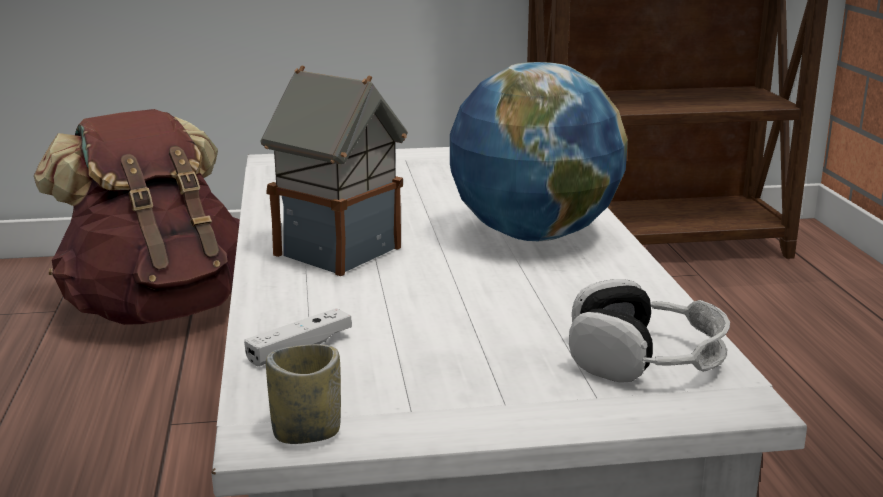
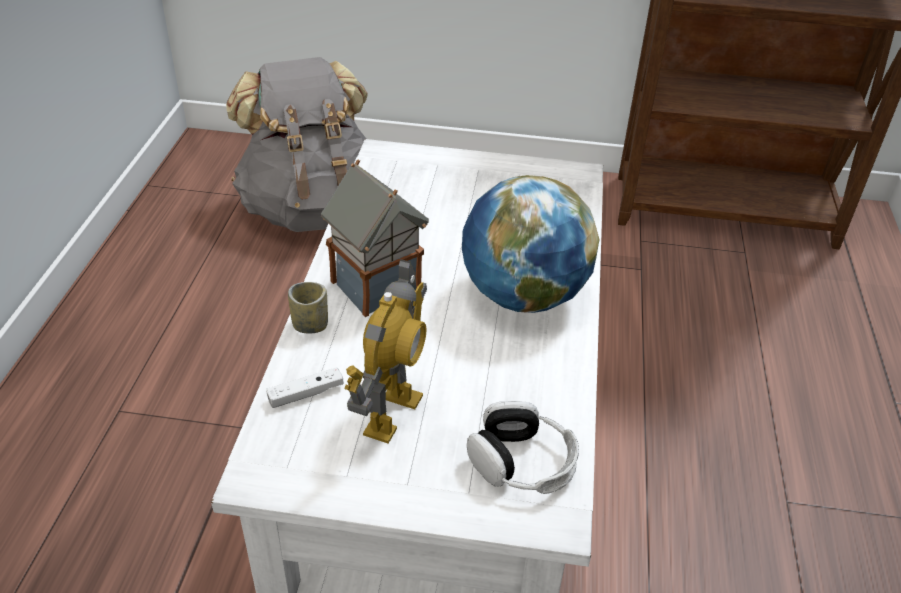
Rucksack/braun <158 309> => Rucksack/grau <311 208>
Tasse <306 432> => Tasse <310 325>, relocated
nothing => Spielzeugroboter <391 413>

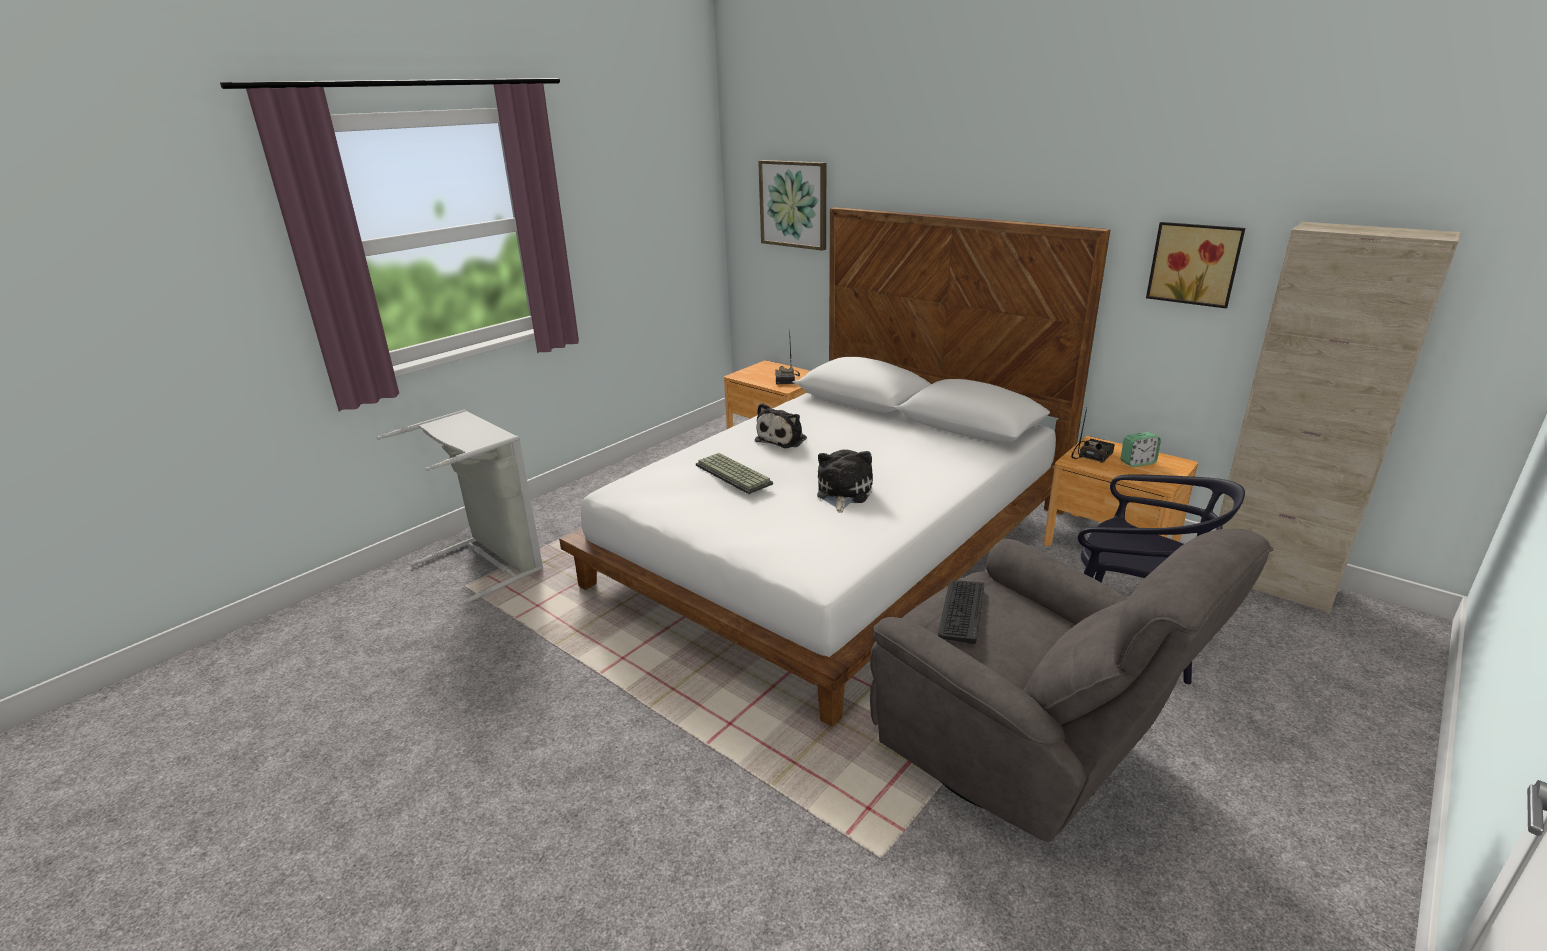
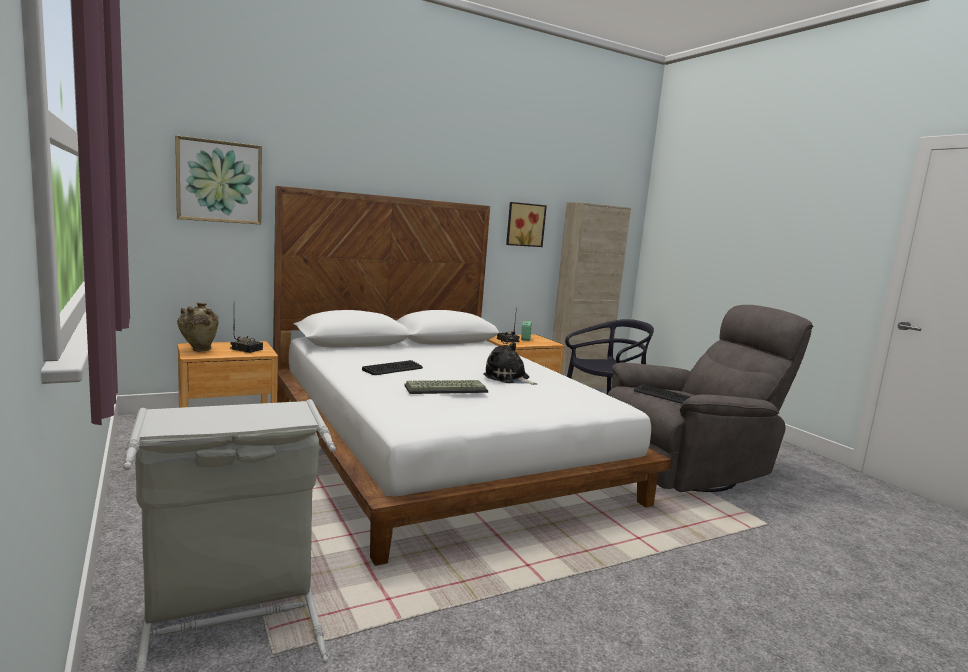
Plüschtier <783 439> => Tastatur <393 369>
nothing => Vase/beige <198 350>

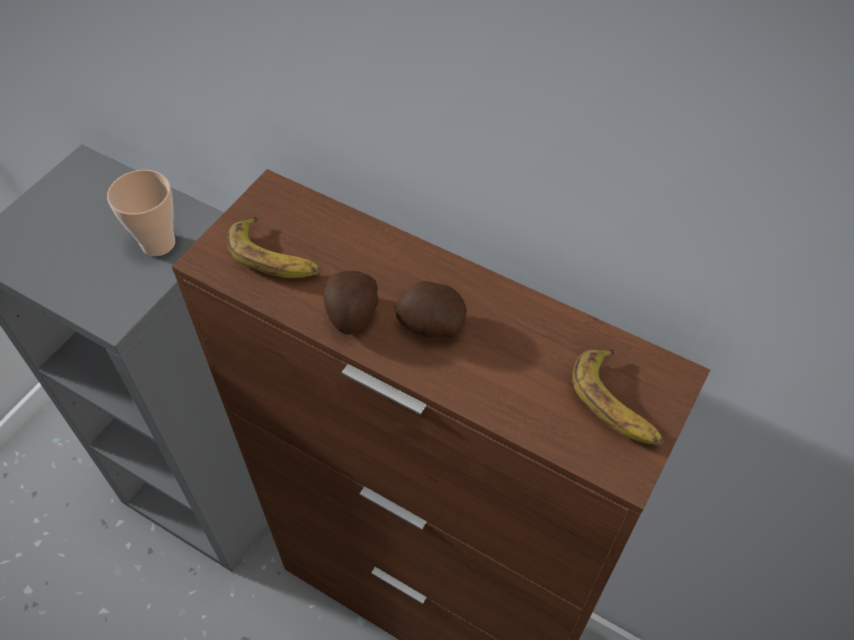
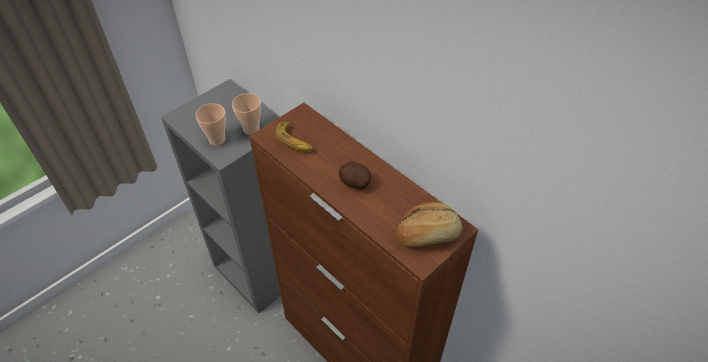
Kartoffel <351 315> => nothing
Banane <616 405> => Brot <427 234>
nothing => Tasse <217 140>

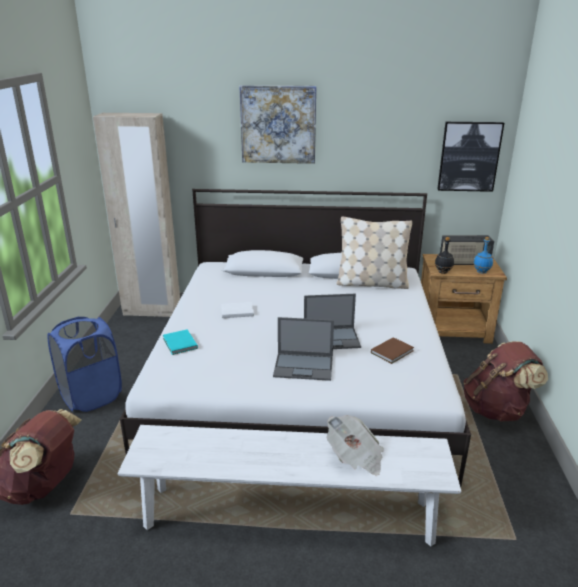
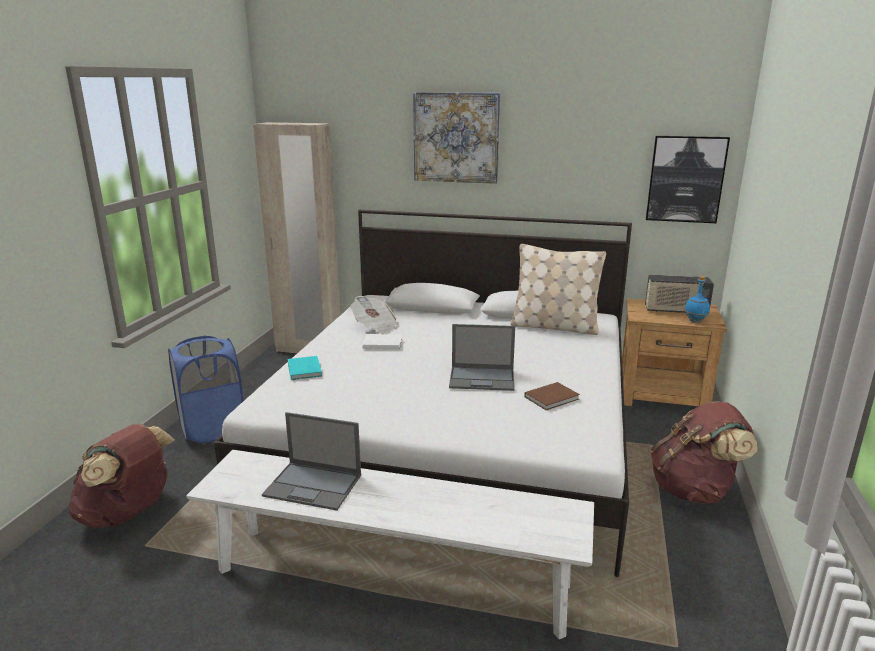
Laptop <304 366> => Laptop <314 485>, relocated
Zeitung <355 457> => Zeitung <375 327>, relocated
Flasche/schwarz <443 272> => nothing

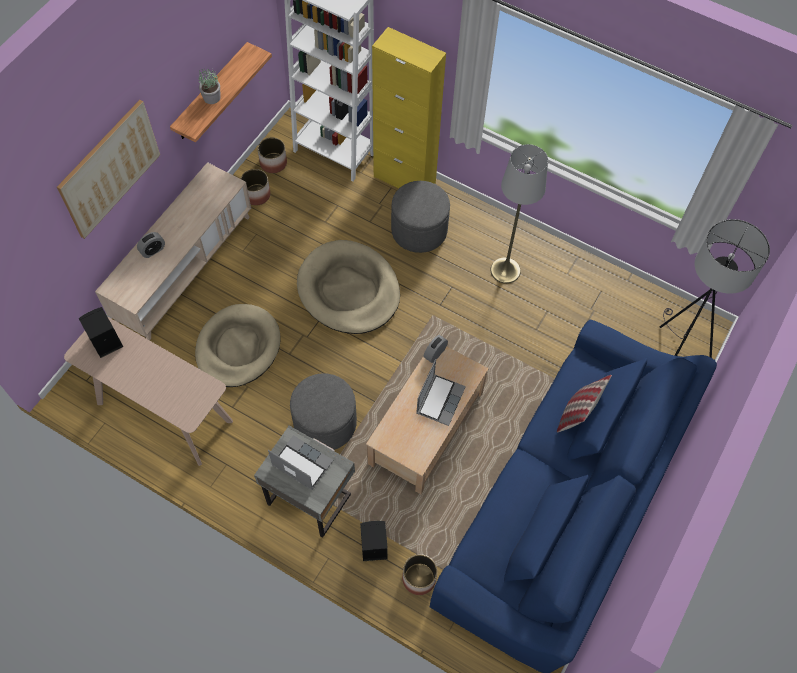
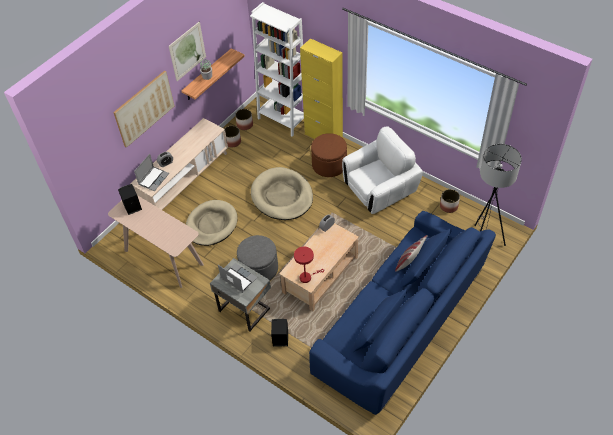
Polsterhocker/grau <419 230> => Polsterhocker/braun <329 165>
Pflanzkübel <419 578> => Pflanzkübel <449 206>, relocated
Laptop <440 399> => Laptop <153 179>, relocated
Stehlampe/grau <505 270> => Sessel/weiß <380 189>
nothing => Bild <187 51>
nothing => Tischlampe/rot <307 277>

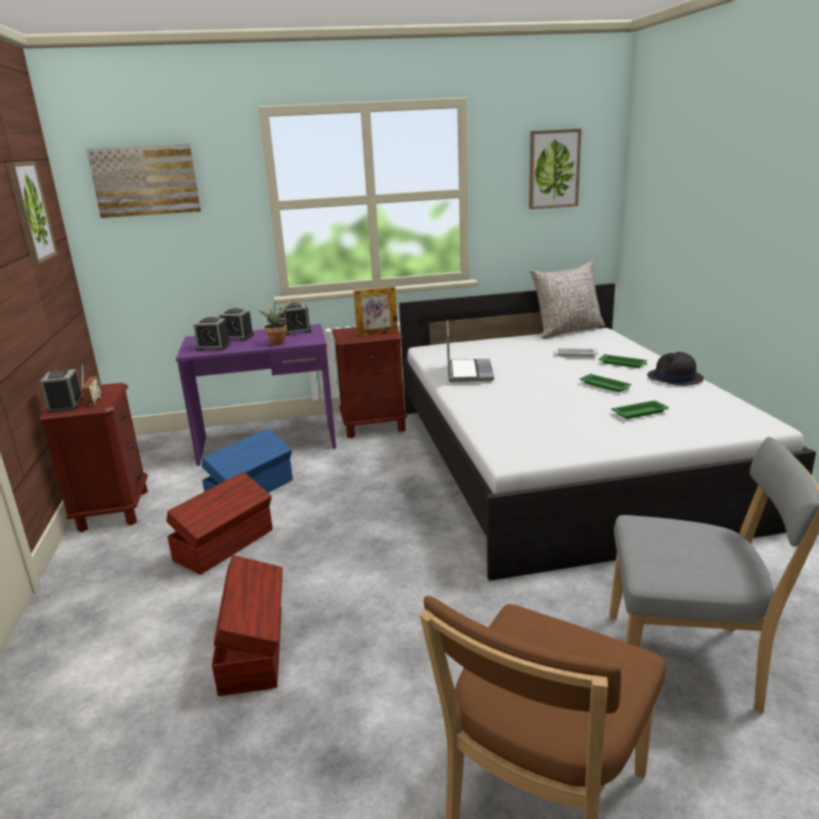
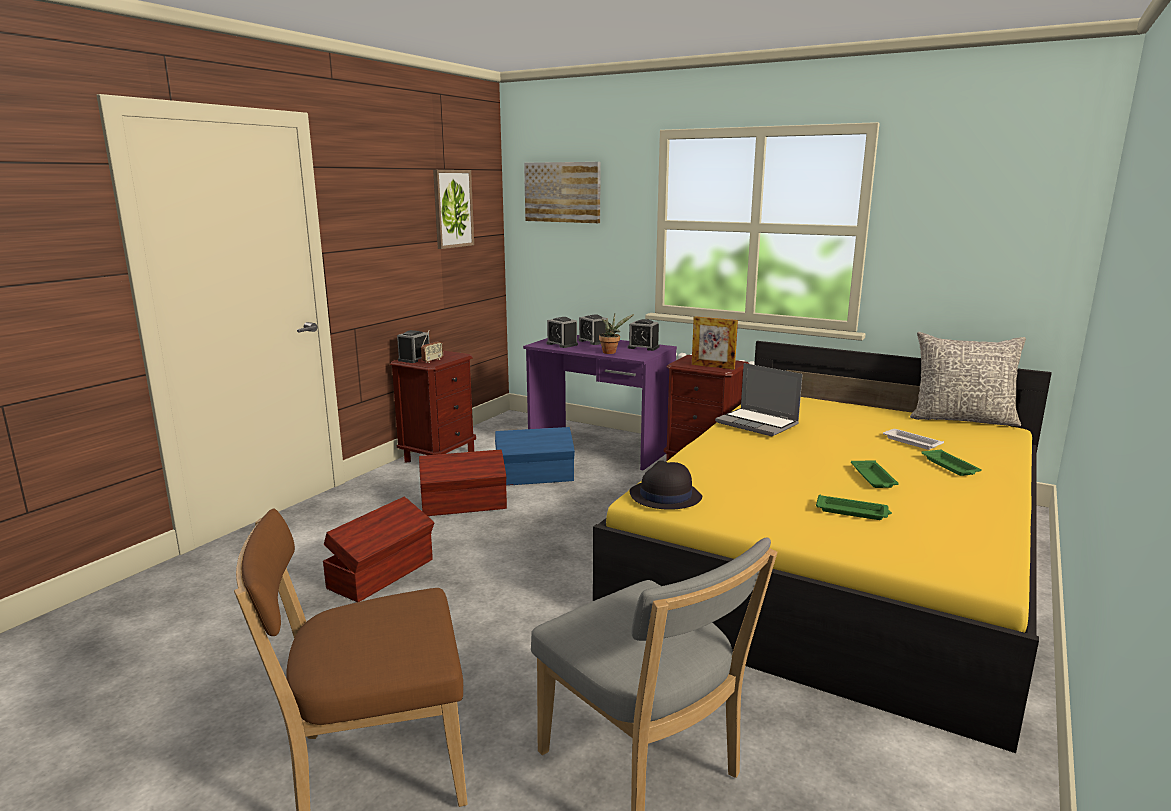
Bett/weiß <562 460> => Bett/gelb <836 559>
Laptop <468 372> => Laptop <758 424>, 90 degrees clockwise
Bild <553 169> => nothing
Hut/schwarz <674 378> => Hut/schwarz <665 496>, relocated

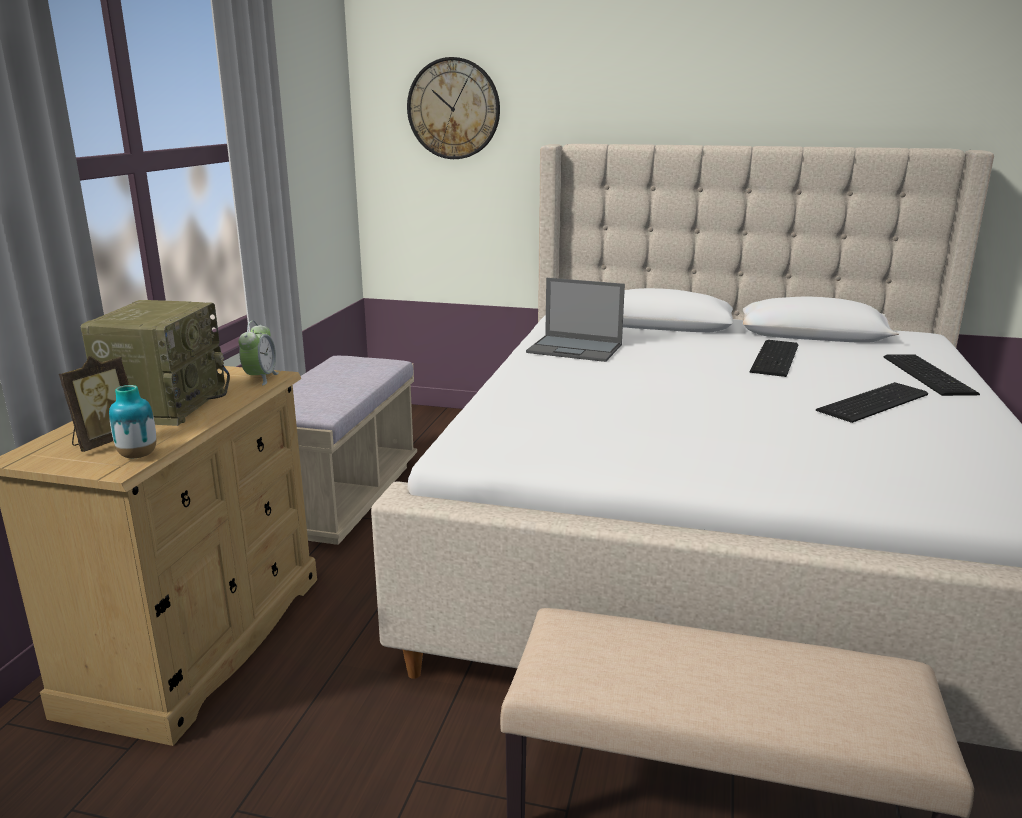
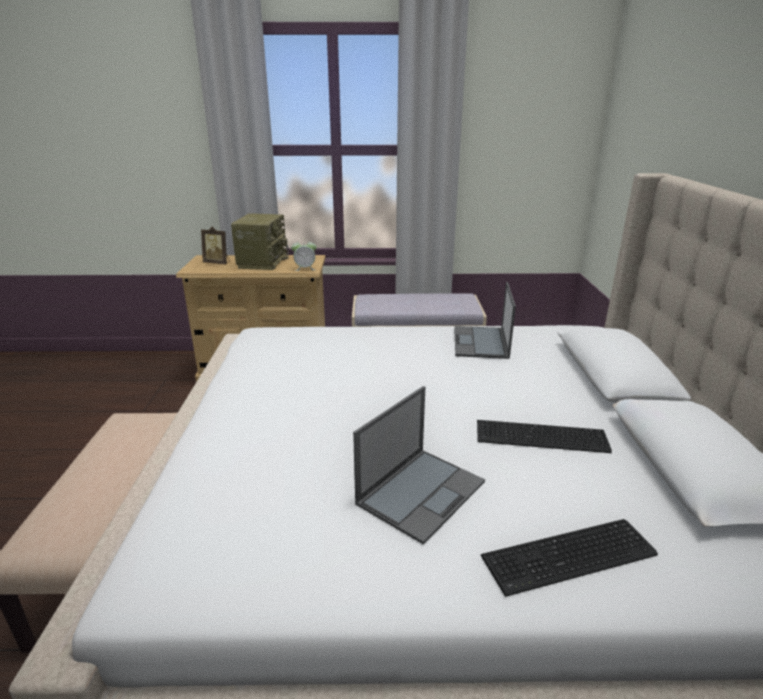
Radio <165 405> => Radio <262 262>, 75 degrees counterclockwise
Vase <138 455> => nothing
Wanduhr <453 109> => nothing
Tastatur <870 402> => Laptop <421 492>

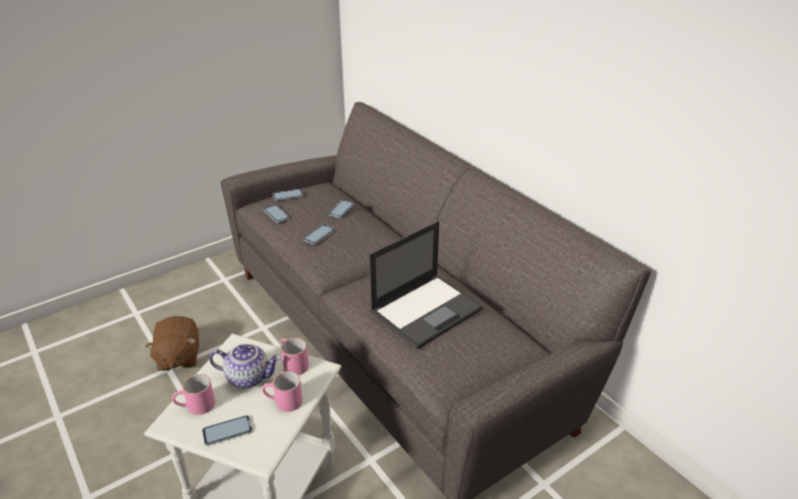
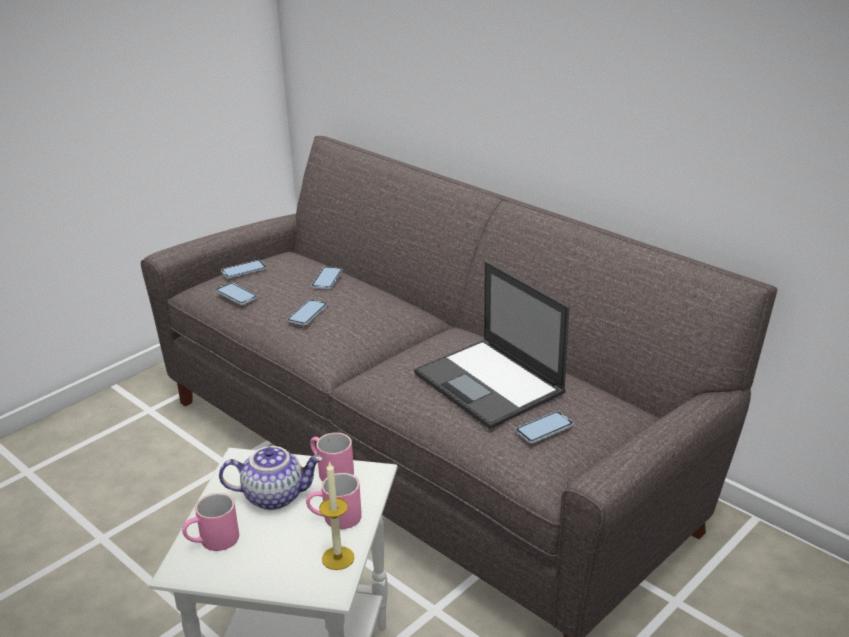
Plüschtier/braun <178 357> => nothing
Handy <227 431> => Handy <544 428>, relocated
Laptop <427 309> => Laptop <490 384>, 105 degrees clockwise
nothing => Kerze <338 558>

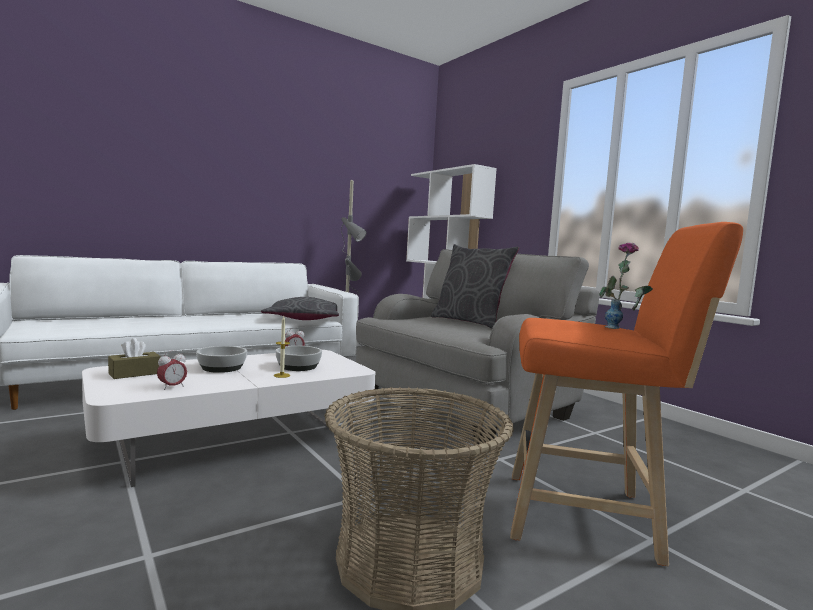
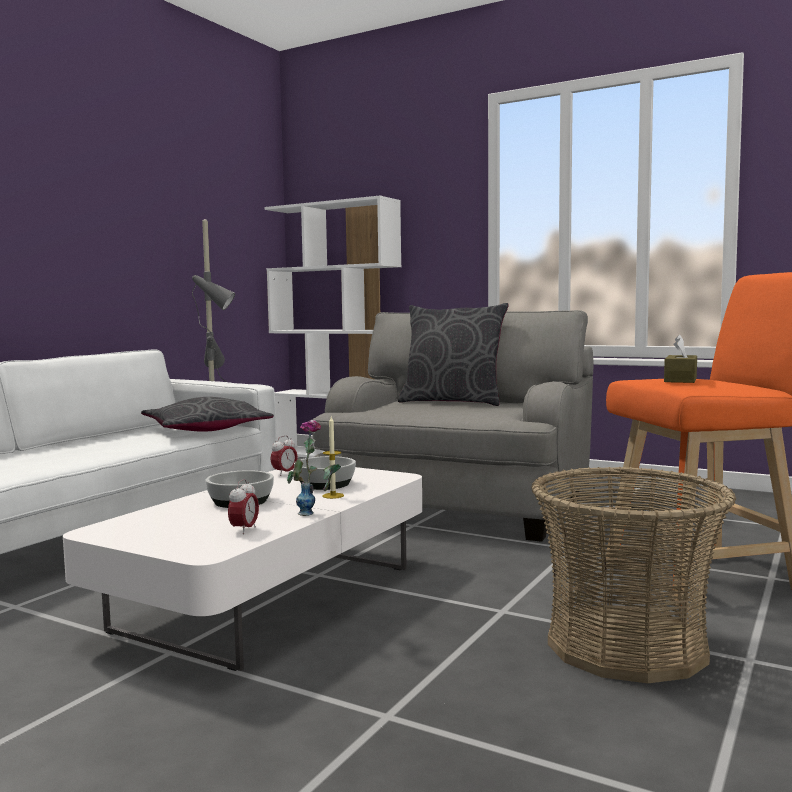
Taschentuchbox/braun <134 373> => Taschentuchbox/braun <680 380>, relocated
Vase <622 329> => Vase <316 514>, relocated

